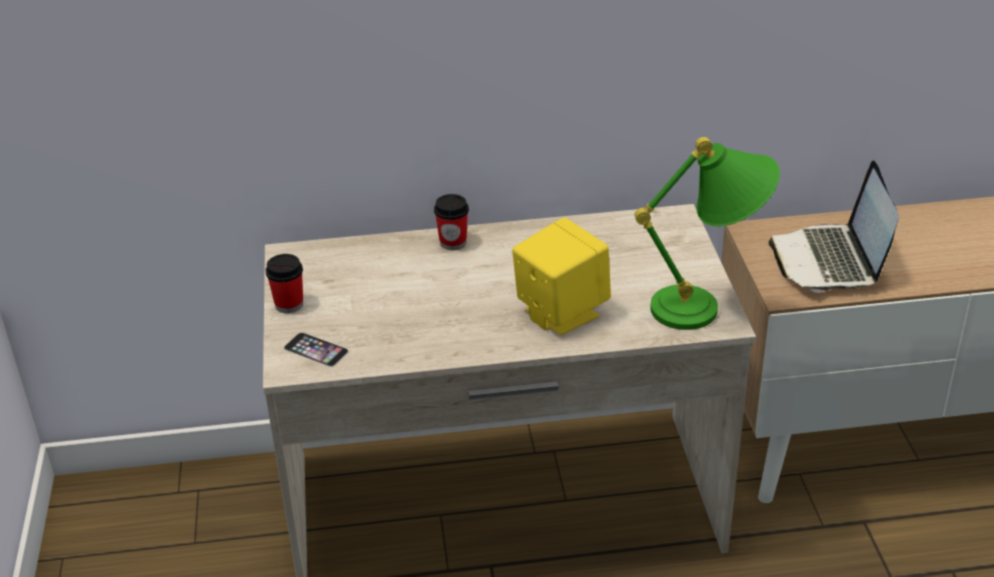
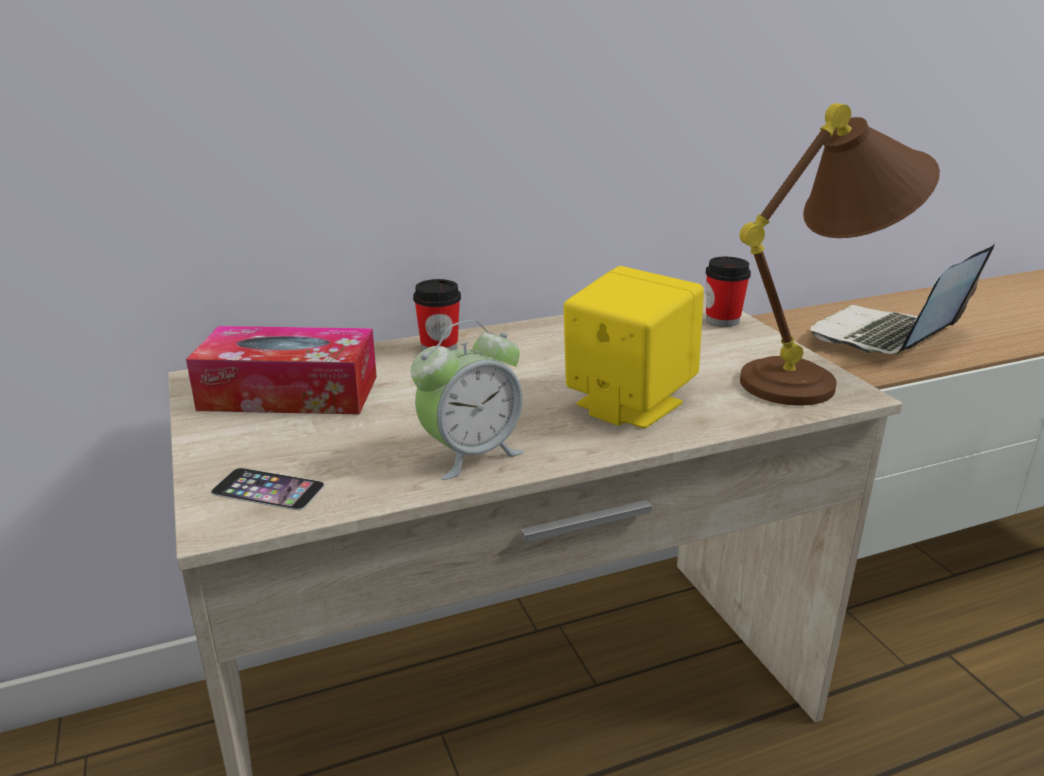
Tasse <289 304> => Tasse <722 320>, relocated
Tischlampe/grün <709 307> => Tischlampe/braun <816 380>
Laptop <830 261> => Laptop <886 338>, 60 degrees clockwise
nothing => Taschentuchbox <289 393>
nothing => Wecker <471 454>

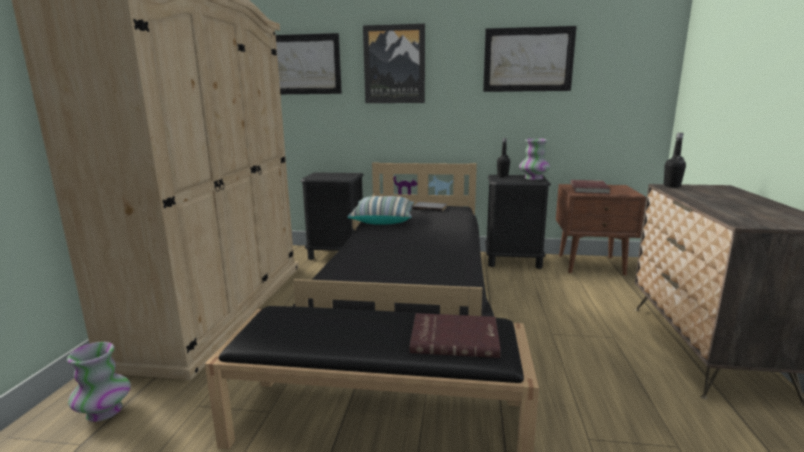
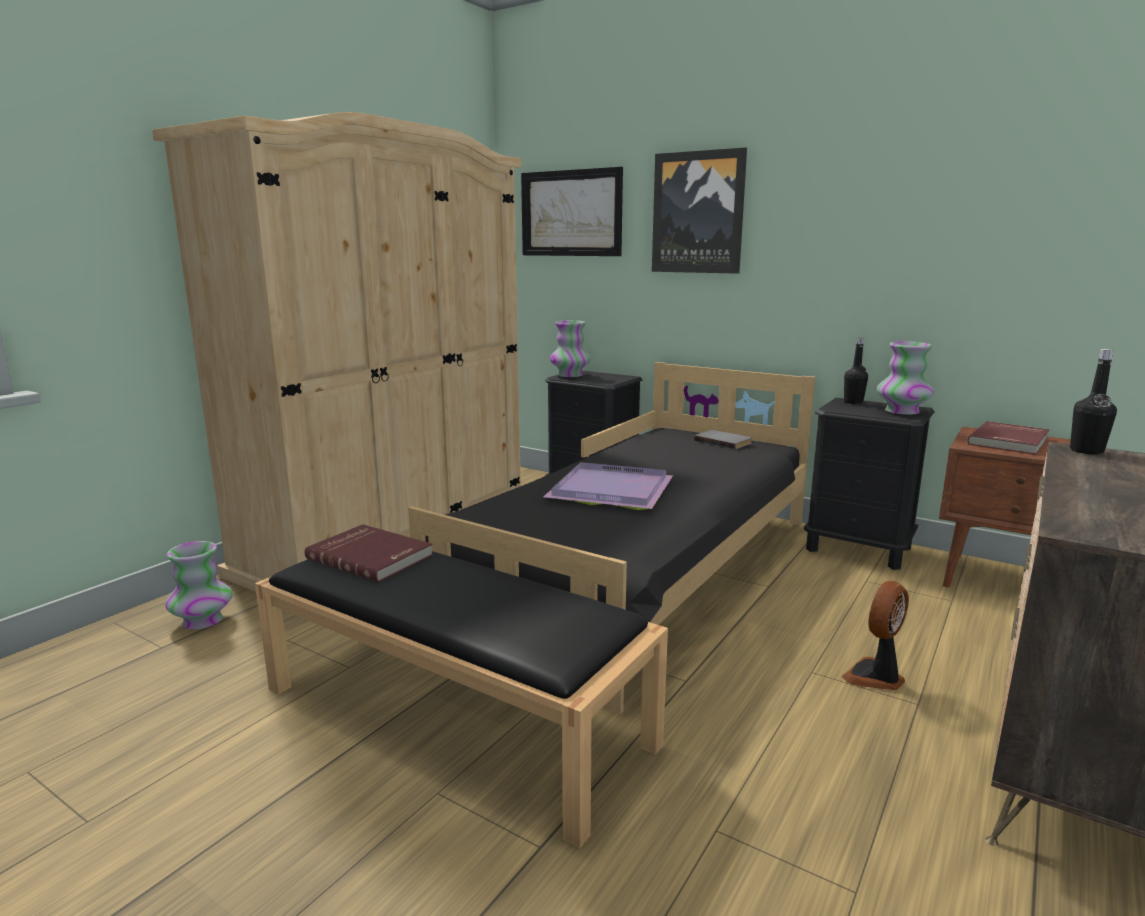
Kissen <382 220> => nothing
Buch/rot <454 337> => Buch/rot <371 556>, relocated
Bild <528 60> => nothing
nothing => Tablett/lila <612 491>
nothing => Vase <570 375>
nothing => Ventilator <875 677>

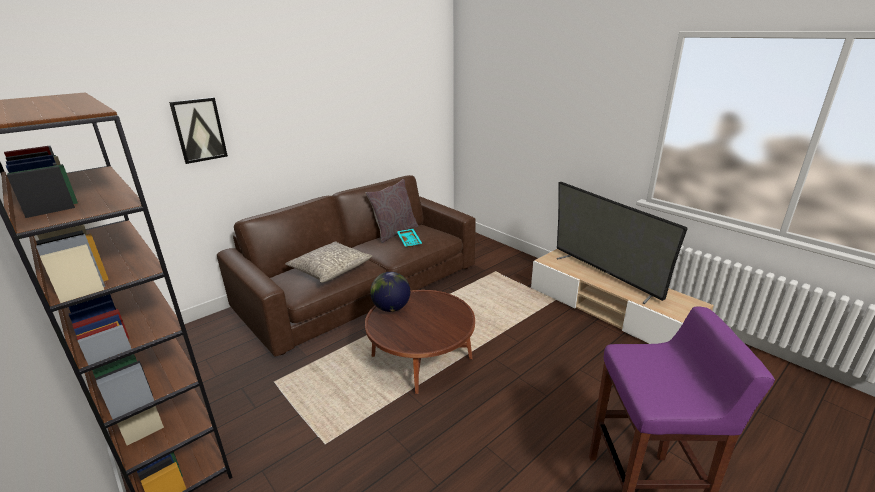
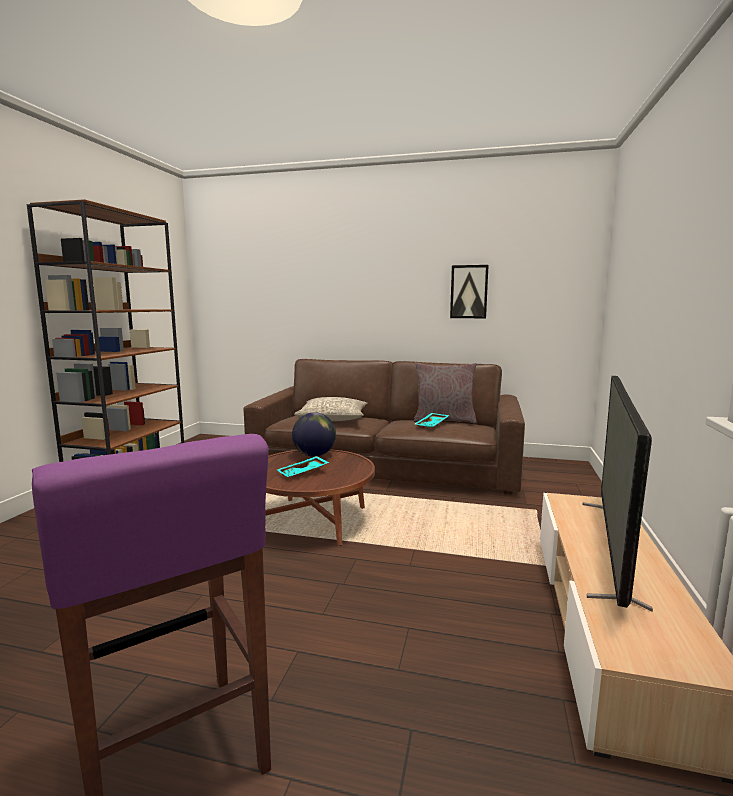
Bild <199 130> => Bild <469 292>, relocated
nothing => Tablett/türkis <303 473>

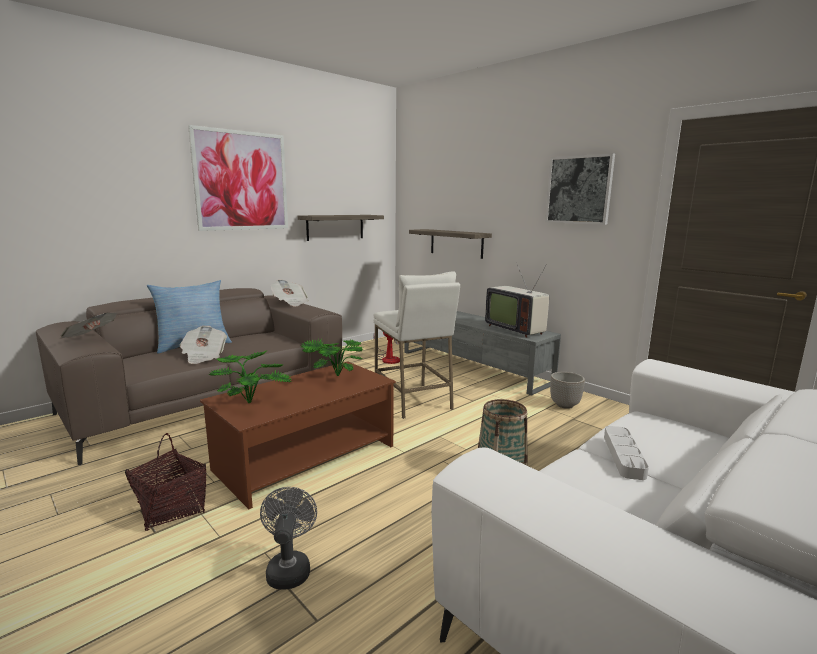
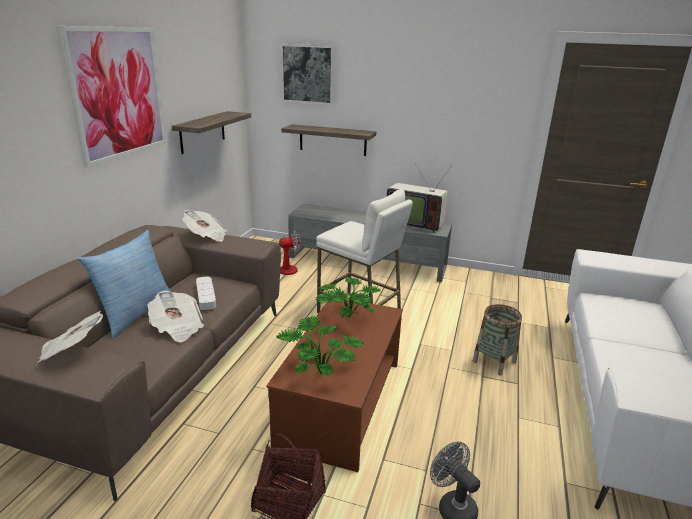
Bild <579 190> => Bild <308 74>, relocated
Pflanzkübel <565 405> => nothing
Tablett/grau <623 455> => Tablett/grau <206 295>, relocated

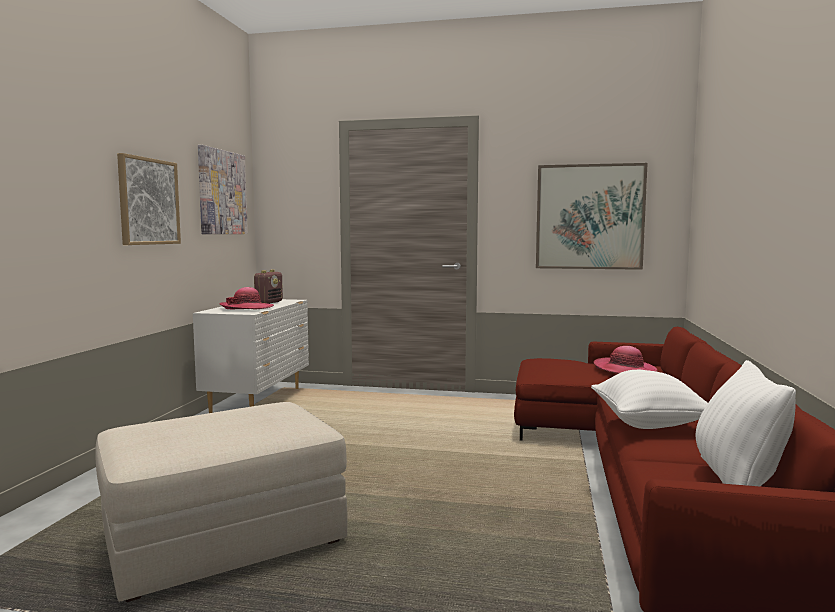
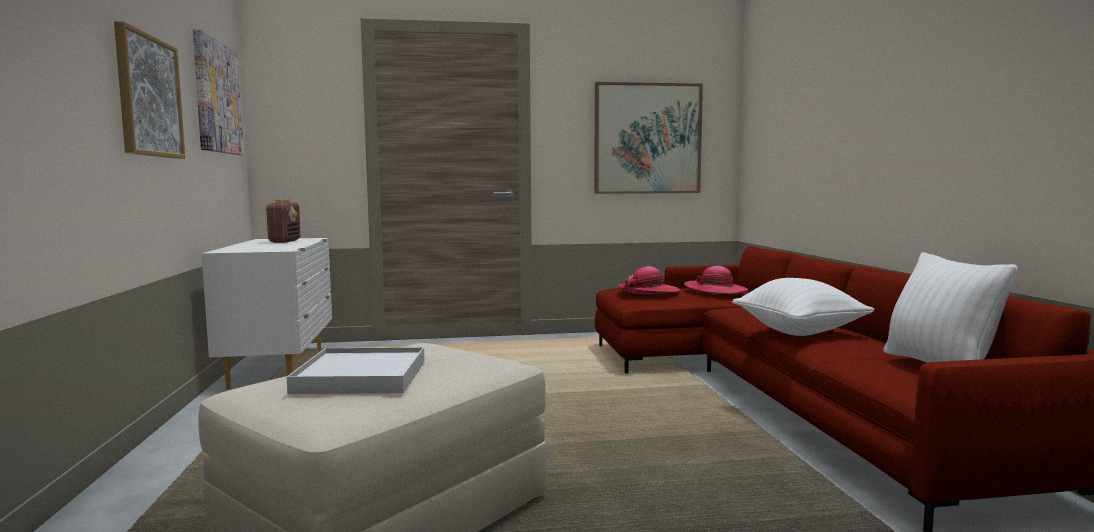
Hut <247 308> => Hut <648 291>, relocated
nothing => Tablett/weiß <361 377>

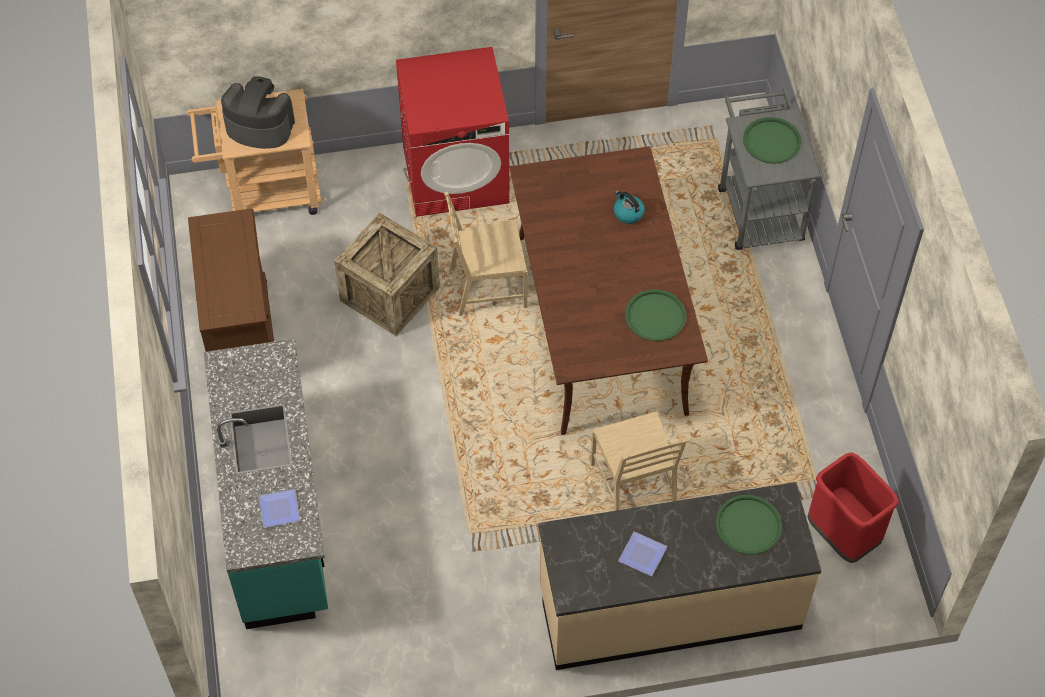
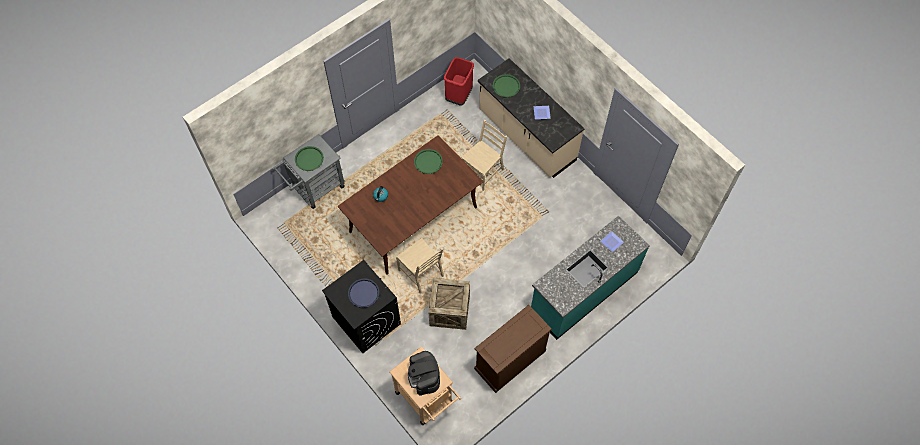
Waschmaschine/rot <456 174> => Waschmaschine/schwarz <366 320>
nothing => Tablett/blau <363 293>

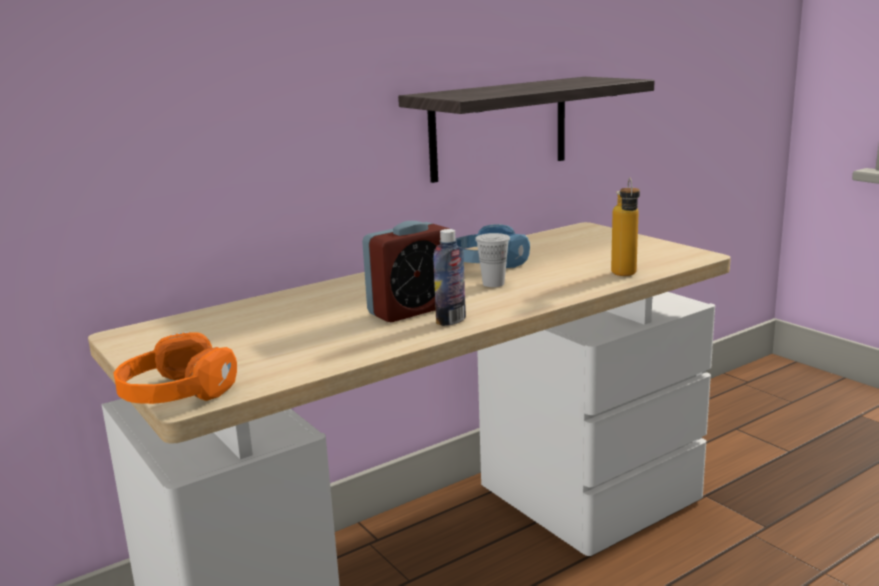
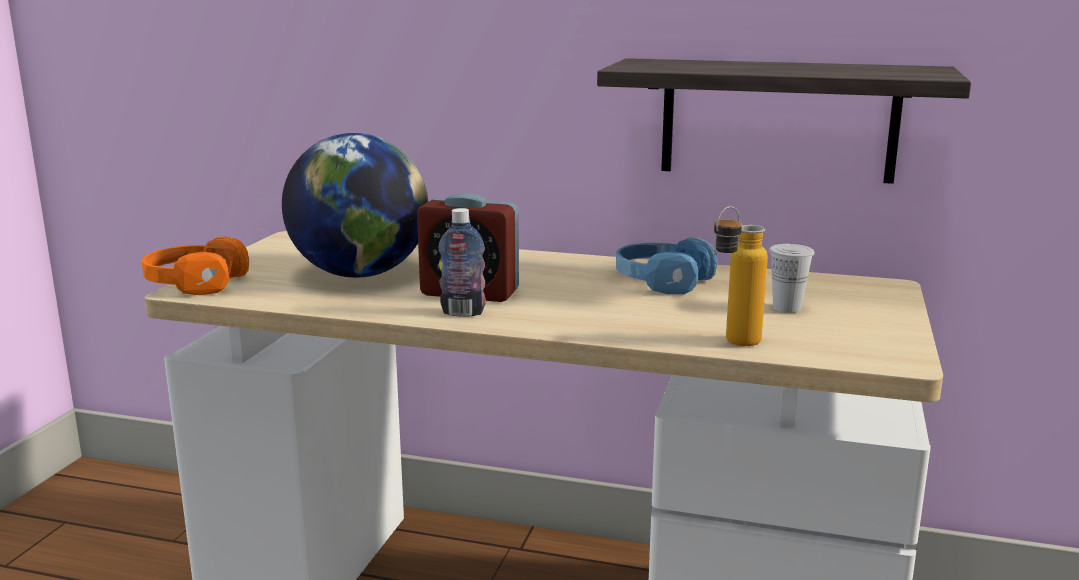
Tasse/weiß <493 284> => Tasse/weiß <786 308>, relocated
nothing => Globus <360 274>

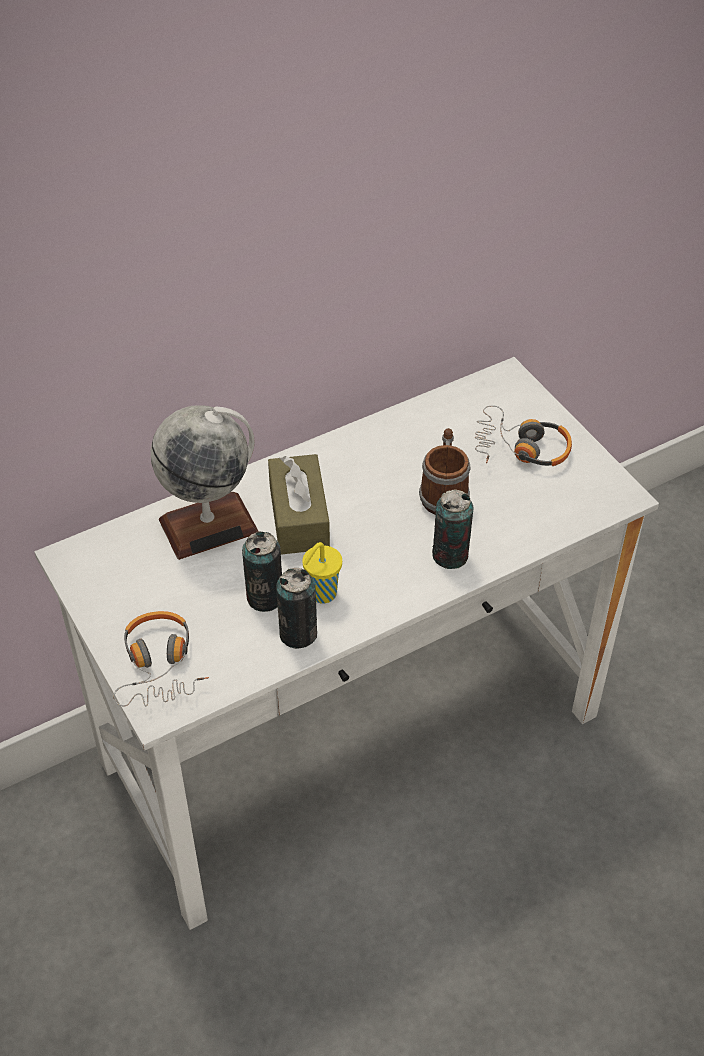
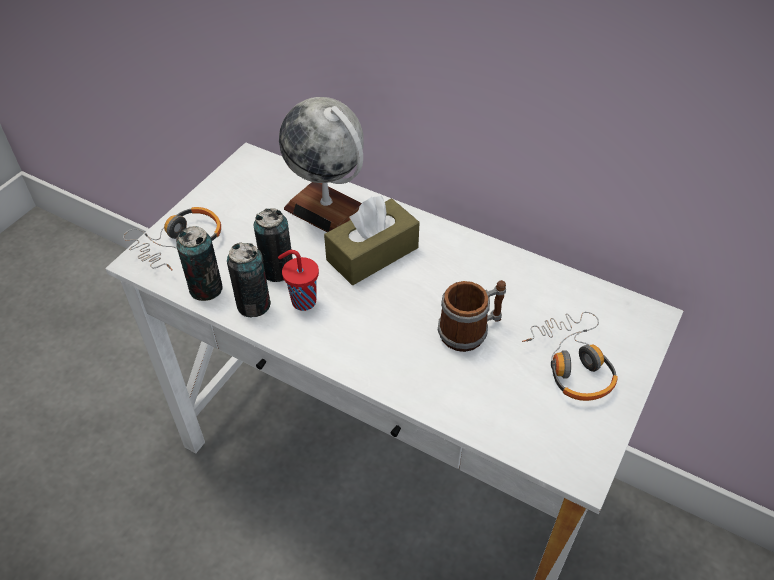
Tasse/gelb <321 594> => Tasse/rot <302 301>
Dose <450 555> => Dose <206 289>, relocated

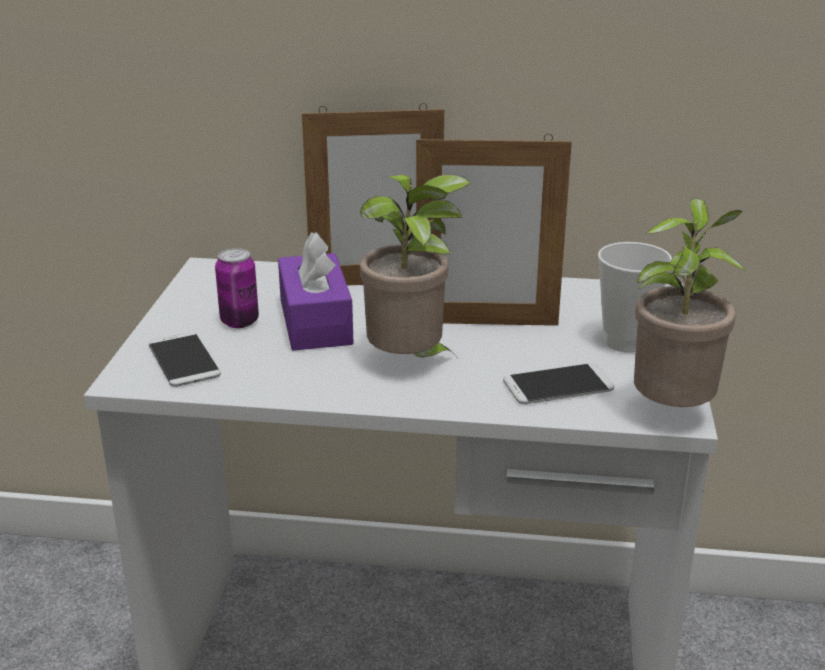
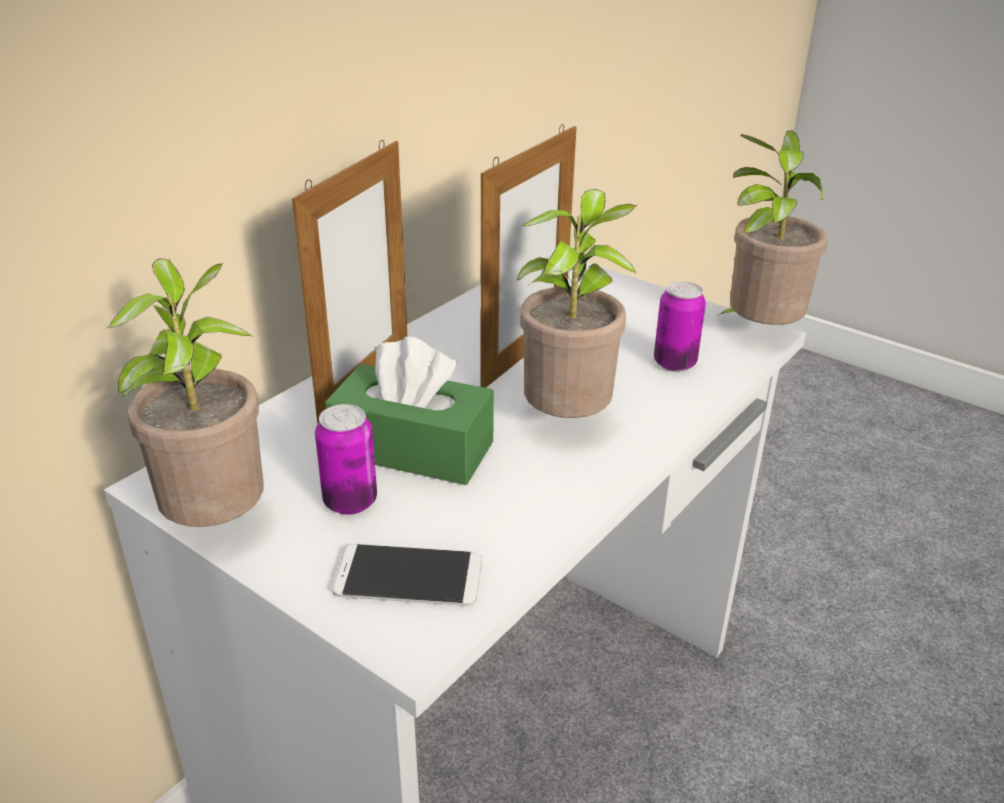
Taschentuchbox/lila <315 322> => Taschentuchbox/grün <412 448>
Handy <558 385> => Dose <674 363>
Tasse <625 342> => nothing
nothing => Topfpflanze <218 523>

